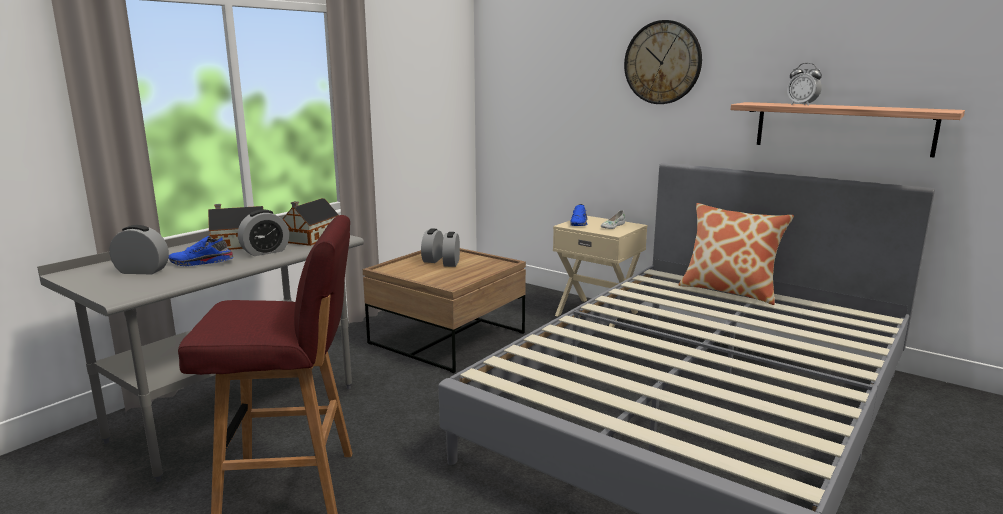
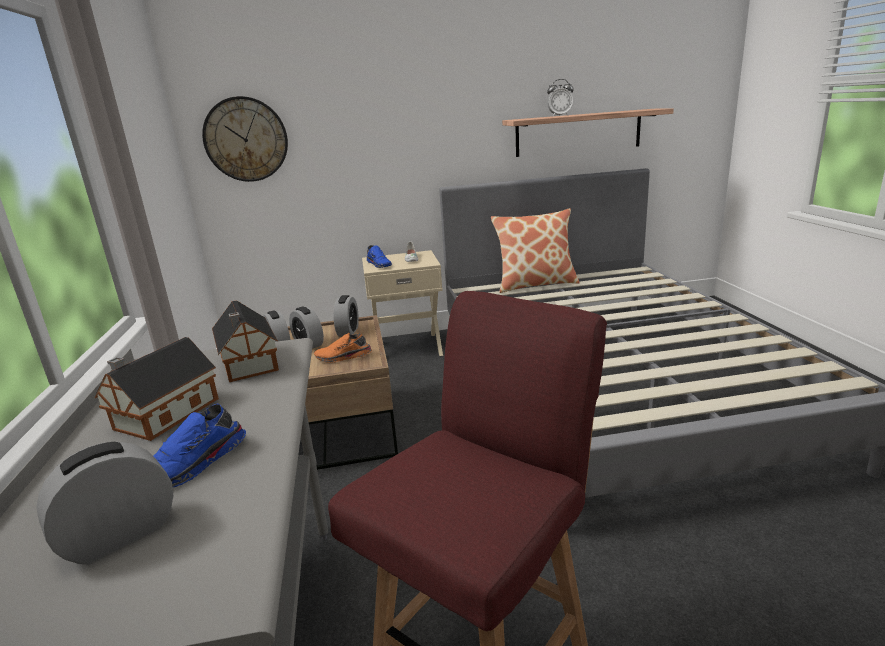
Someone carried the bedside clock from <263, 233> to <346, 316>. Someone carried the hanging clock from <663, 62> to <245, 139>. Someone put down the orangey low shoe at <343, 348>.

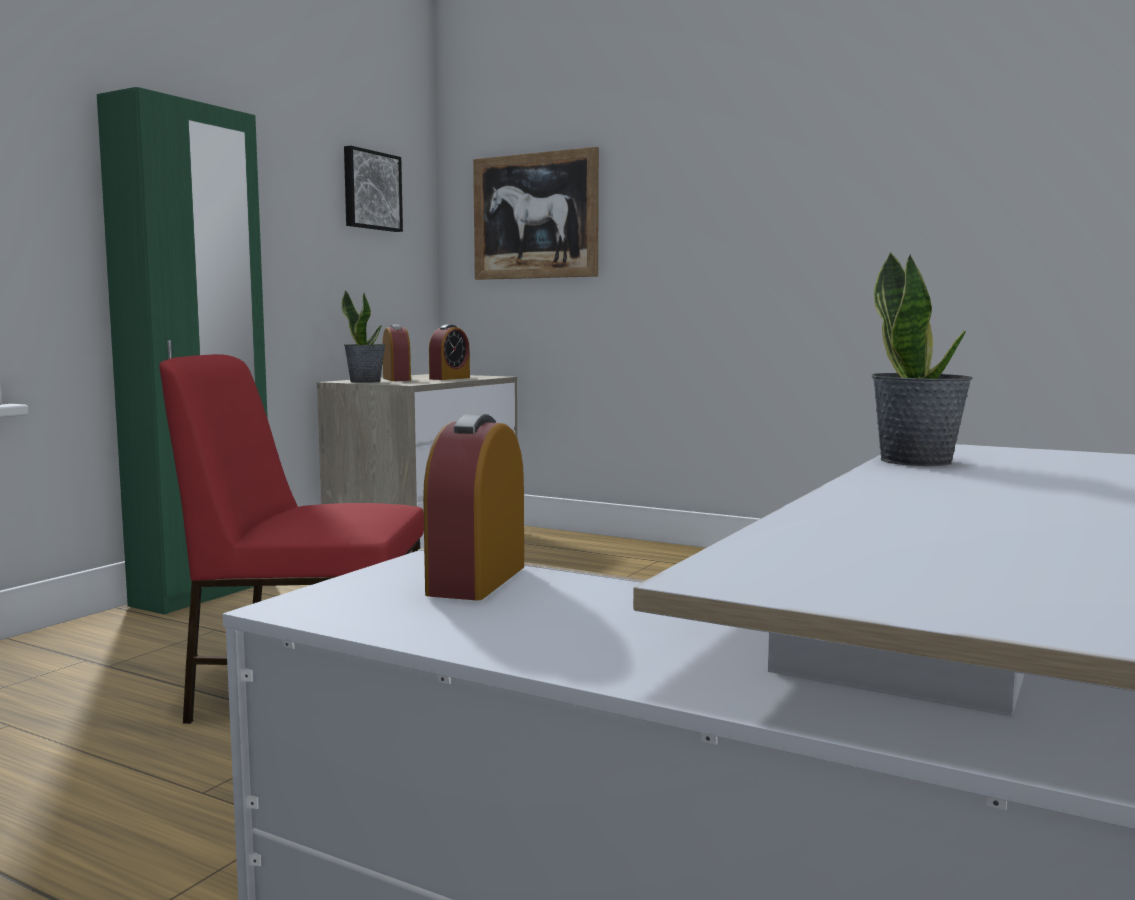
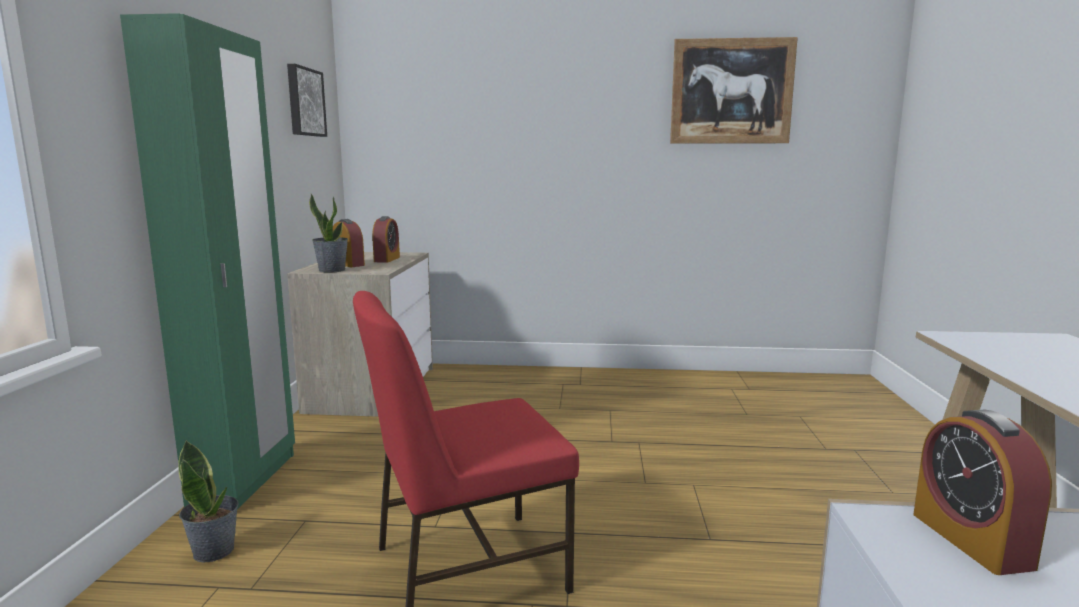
Someone carried the wall art from <536, 213> to <734, 90>. Someone carried the plant in a pot from <922, 358> to <208, 501>.

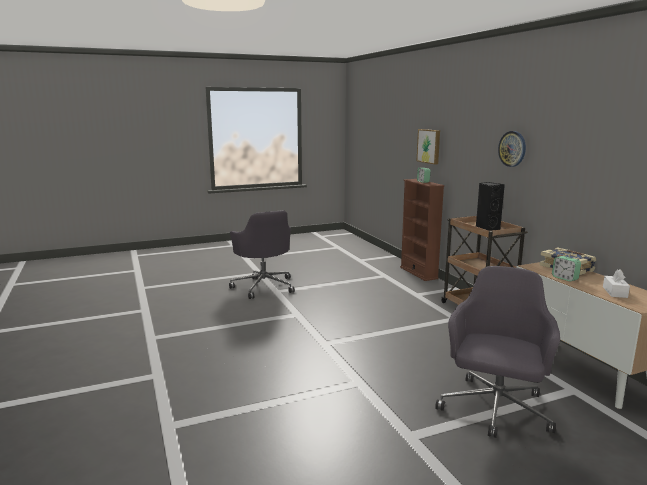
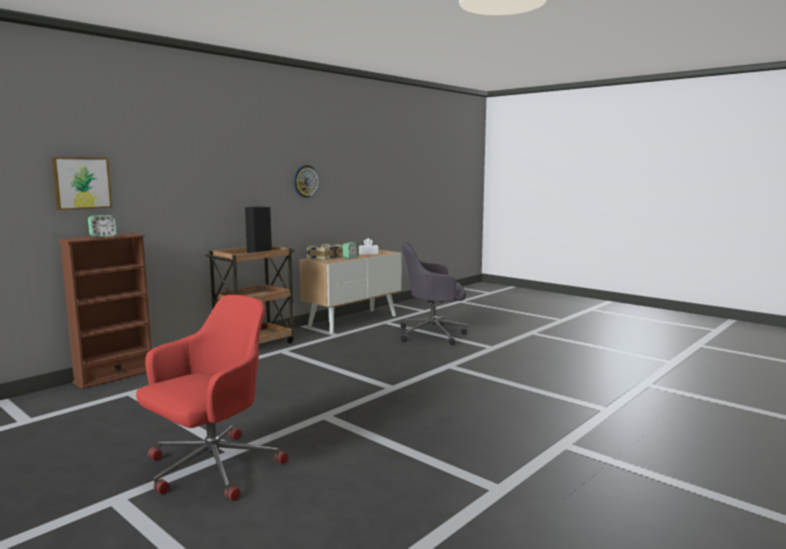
Someone repainted the greyish desk chair at <262, 254>, which became the red desk chair at <212, 398>. Someone carried the hanging clock from <512, 149> to <306, 181>.

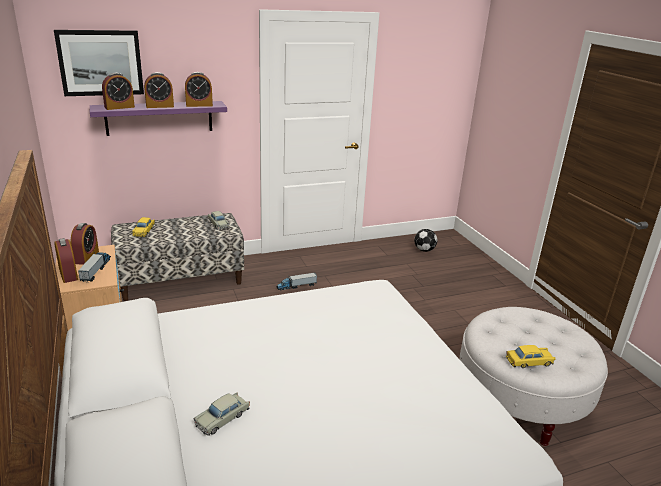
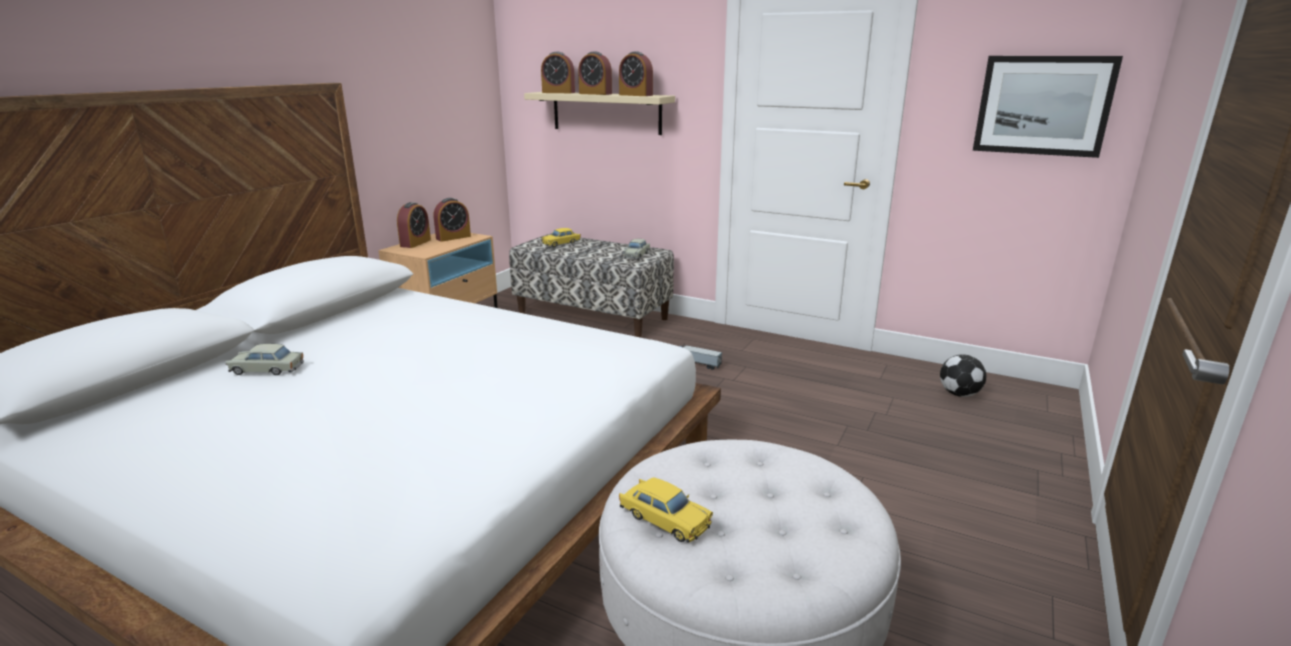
Someone carried the wall art from <99, 63> to <1048, 107>. Someone took away the toy lorry at <94, 267>. Someone repainted the purplish wall shelf at <158, 118>, which became the beige wall shelf at <599, 113>.

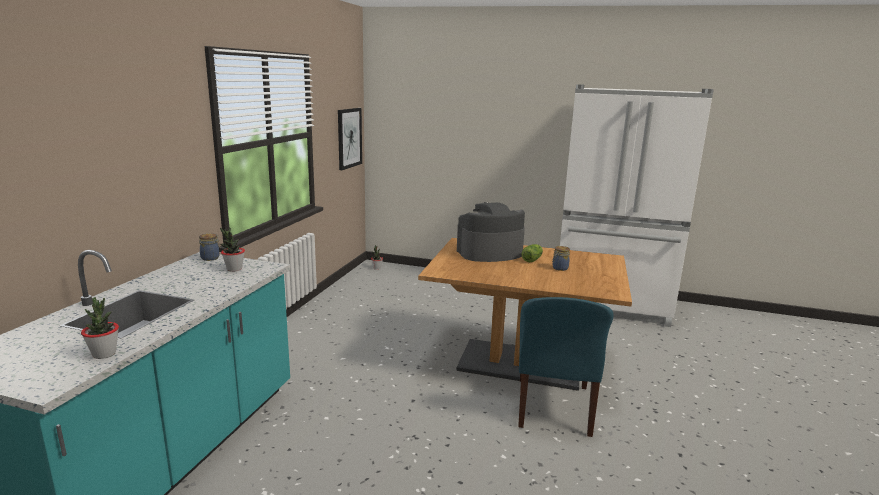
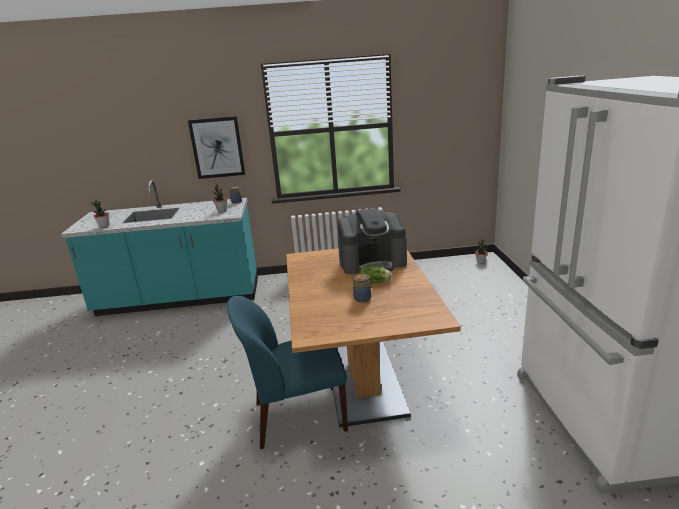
Someone carried the wall art from <350, 139> to <216, 147>. Someone rotated the coffee maker at <491, 232> by 120 degrees clockwise.

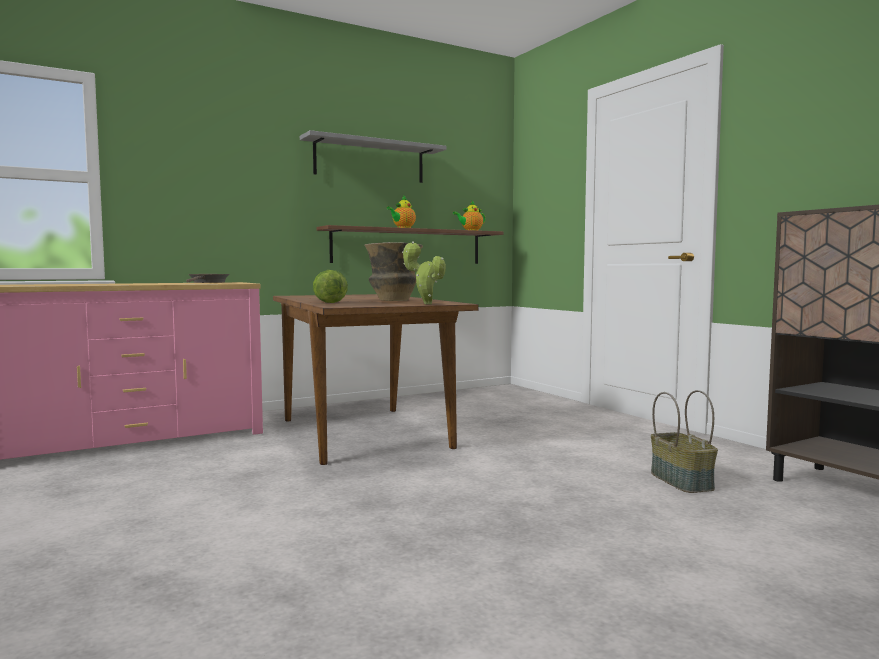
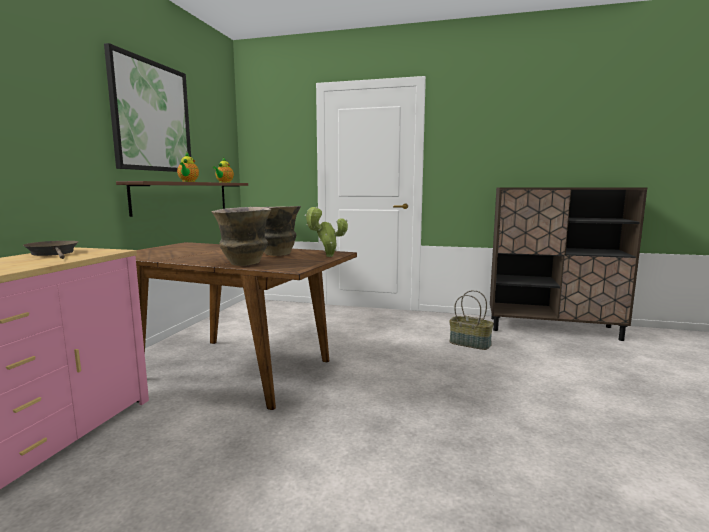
Someone swapped the greyish wall shelf at <373, 156> for the wall art at <147, 107>. Someone swapped the lettuce at <330, 286> for the vase at <241, 236>.

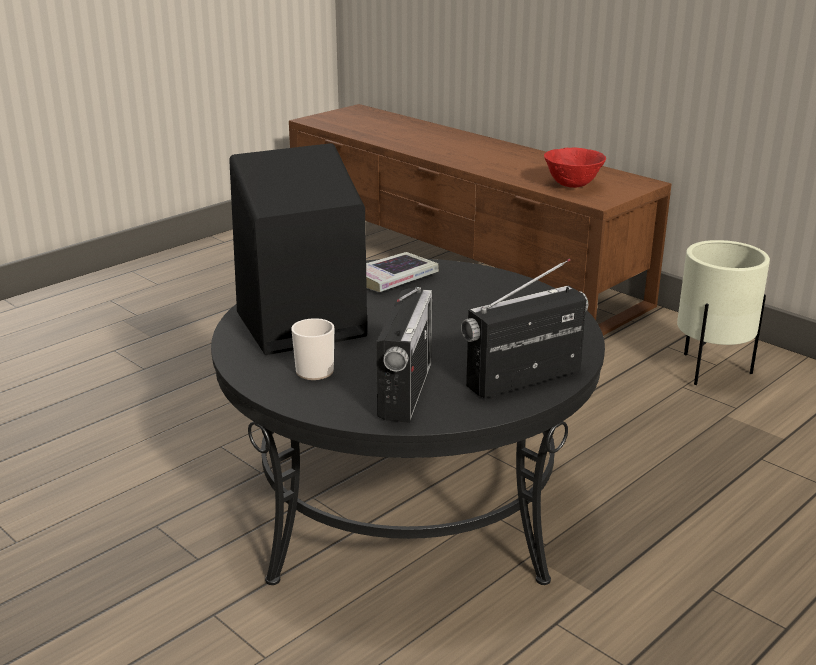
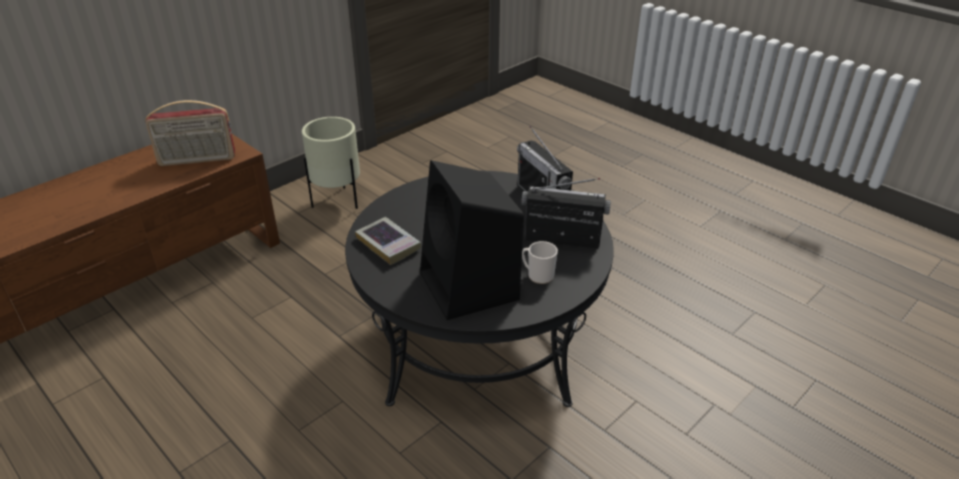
Someone swapped the red serving bowl at <575, 167> for the radio at <190, 133>.

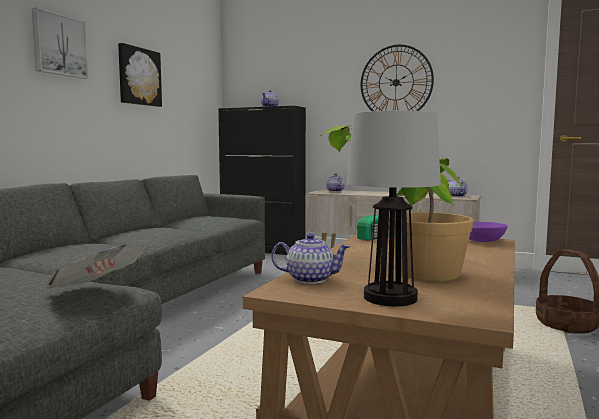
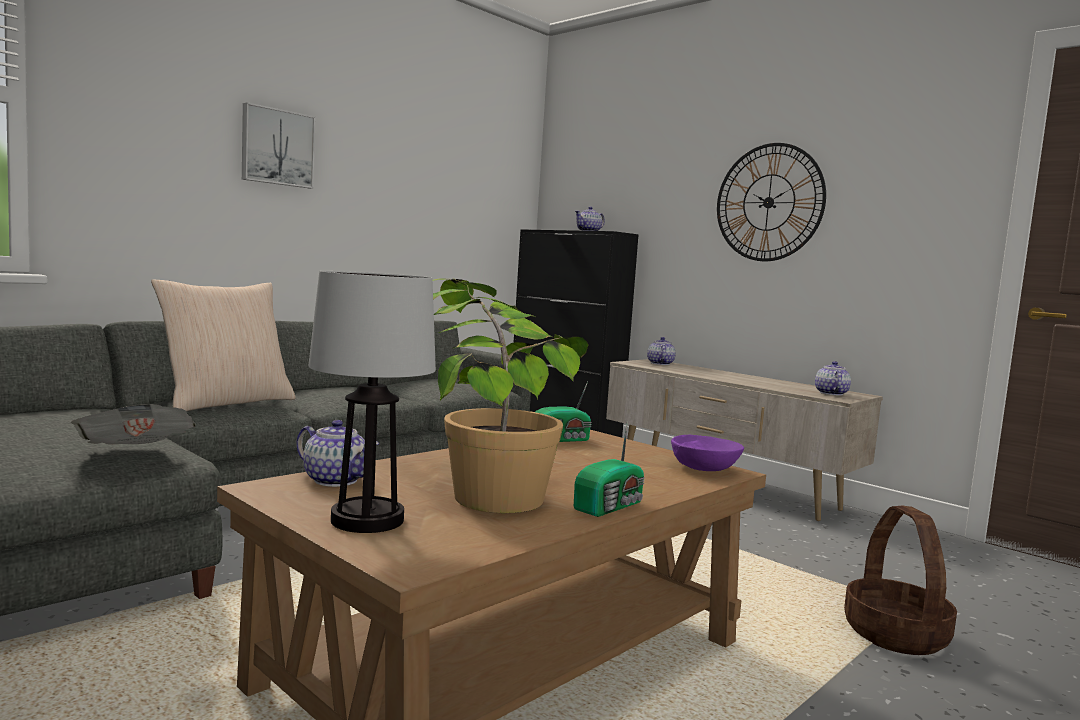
Someone took away the wall art at <140, 75>. Someone put down the beige throw pillow at <223, 345>. Someone put down the radio at <609, 469>.

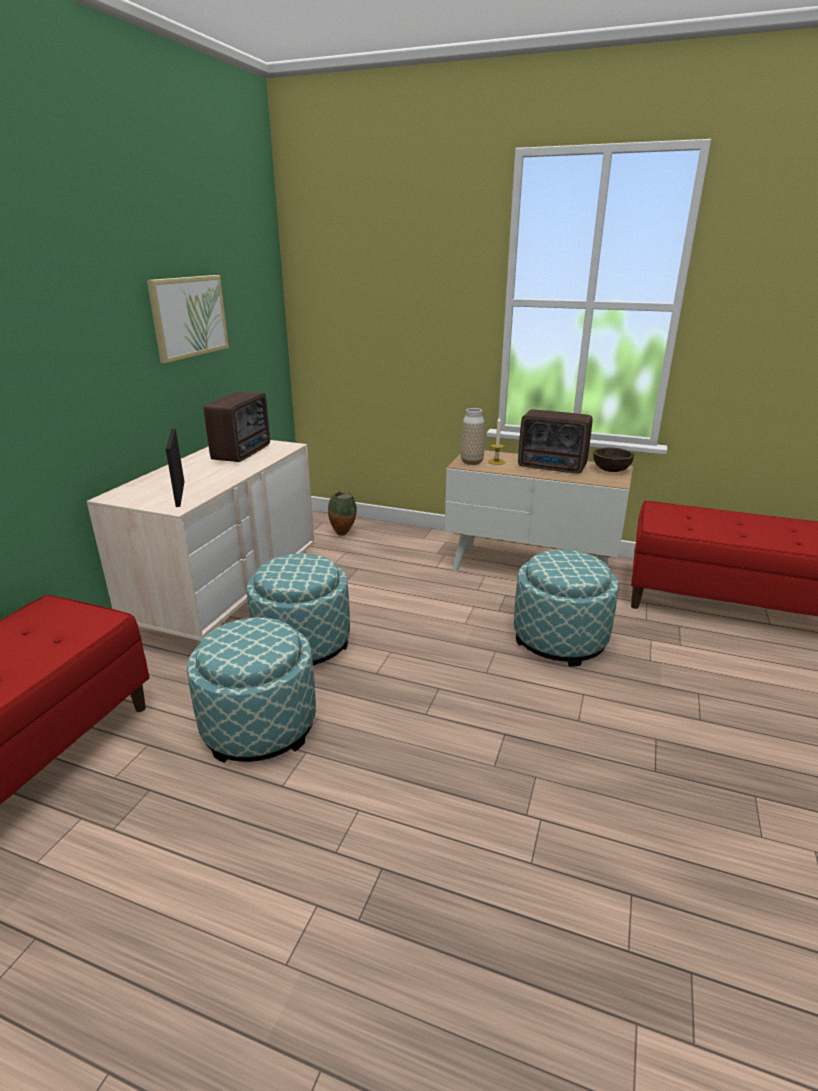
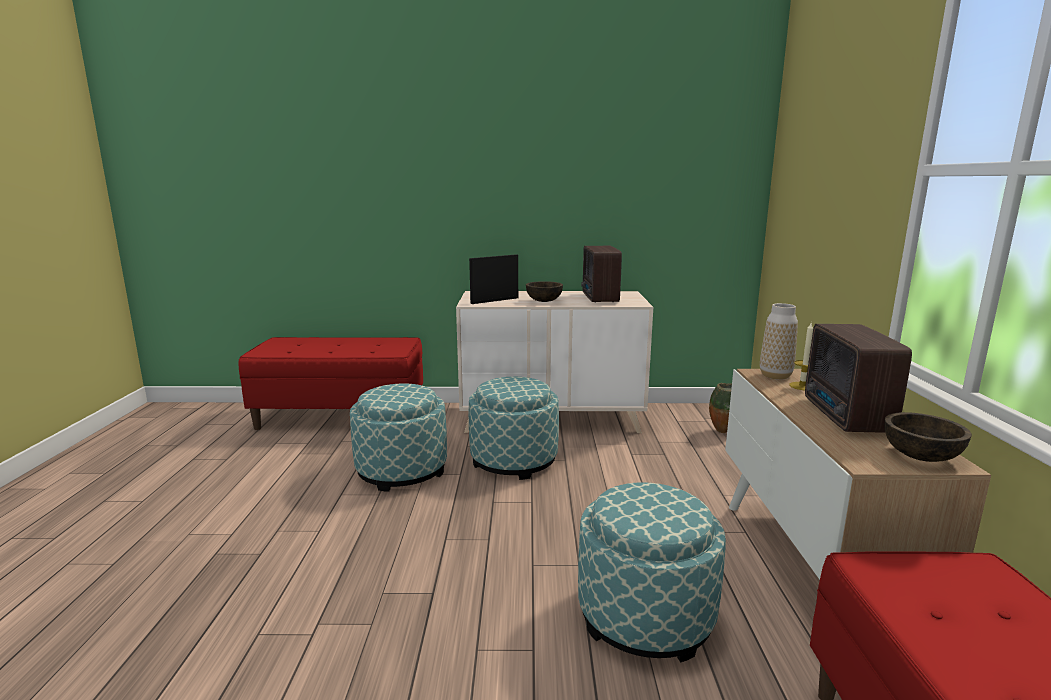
Someone took away the wall art at <188, 319>. Someone rotated the radio at <237, 426> by 90 degrees clockwise. Someone put down the brownish serving bowl at <544, 291>.

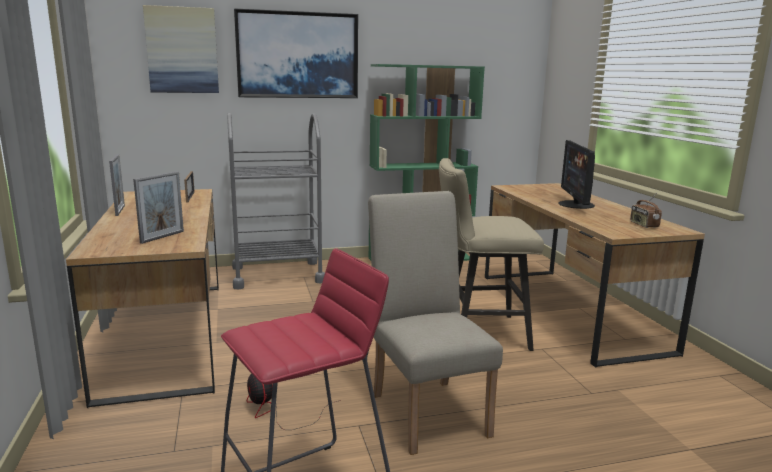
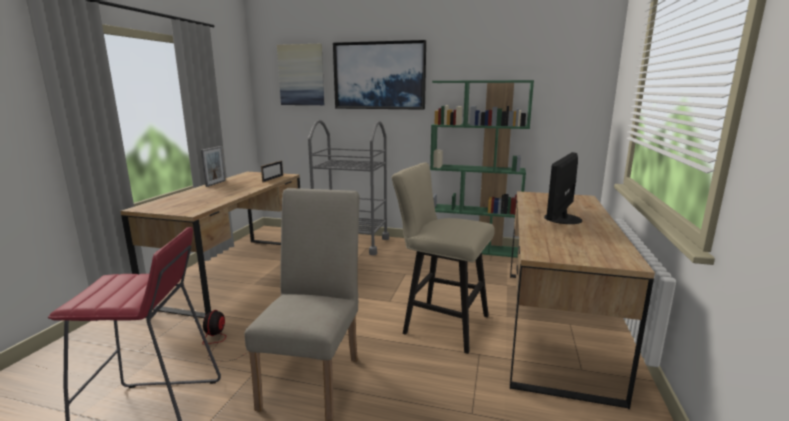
Someone took away the picture frame at <158, 208>. Someone took away the radio at <646, 210>.

